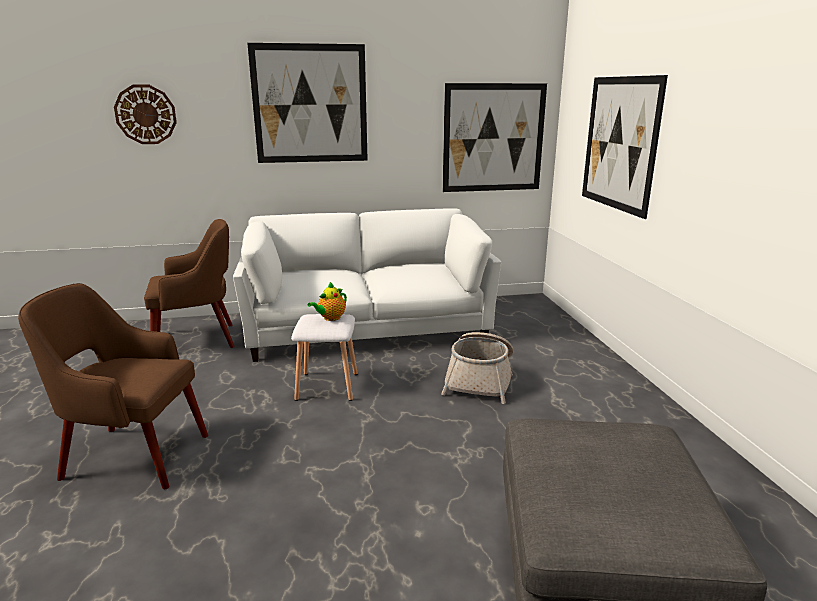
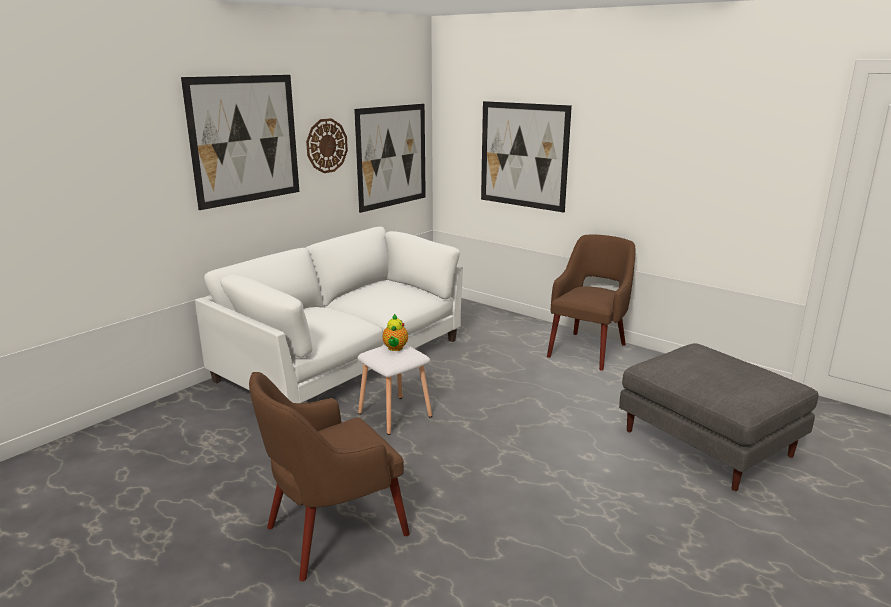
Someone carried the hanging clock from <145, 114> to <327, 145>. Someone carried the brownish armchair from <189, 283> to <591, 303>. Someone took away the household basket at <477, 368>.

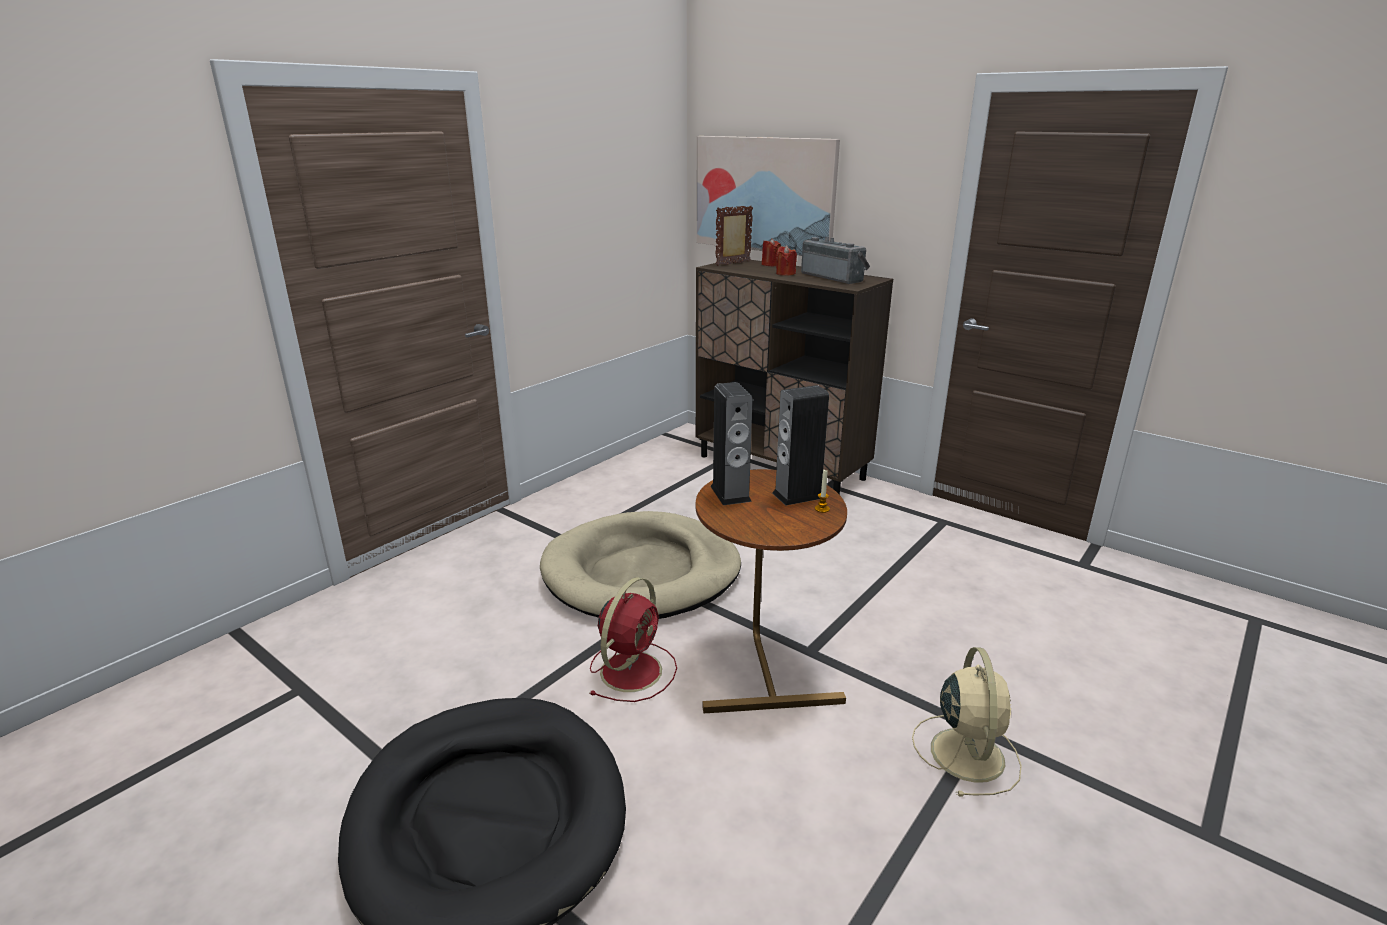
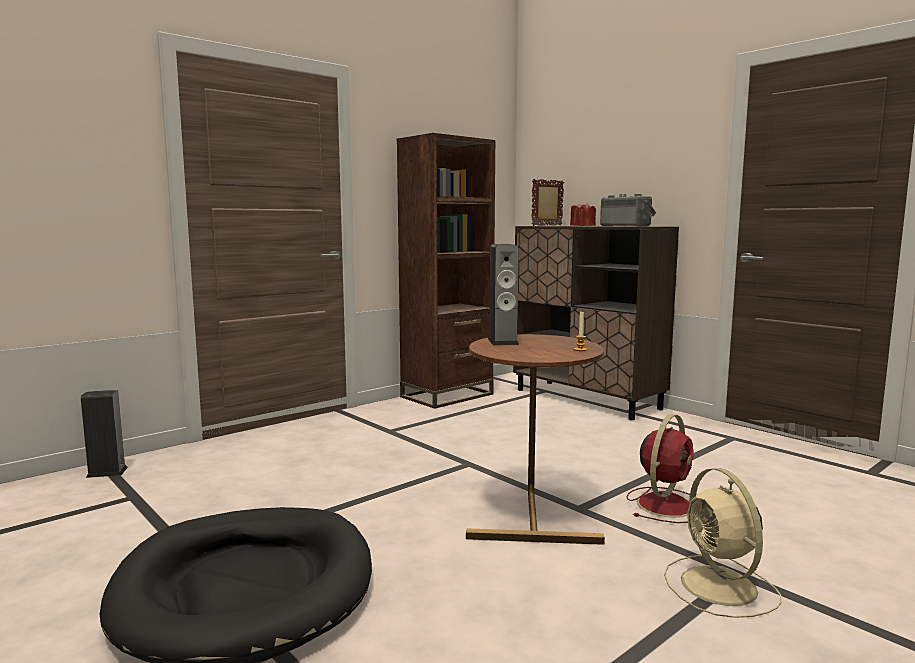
Someone took away the beige pet bed at <640, 565>. Someone carried the red cooling fan from <633, 639> to <660, 468>. Someone took away the wall art at <768, 196>. Someone carried the loudspeaker from <800, 445> to <104, 434>. Someone rotated the beige cooling fan at <967, 722> by 150 degrees clockwise. Someone put down the brownish bookcase at <446, 271>.

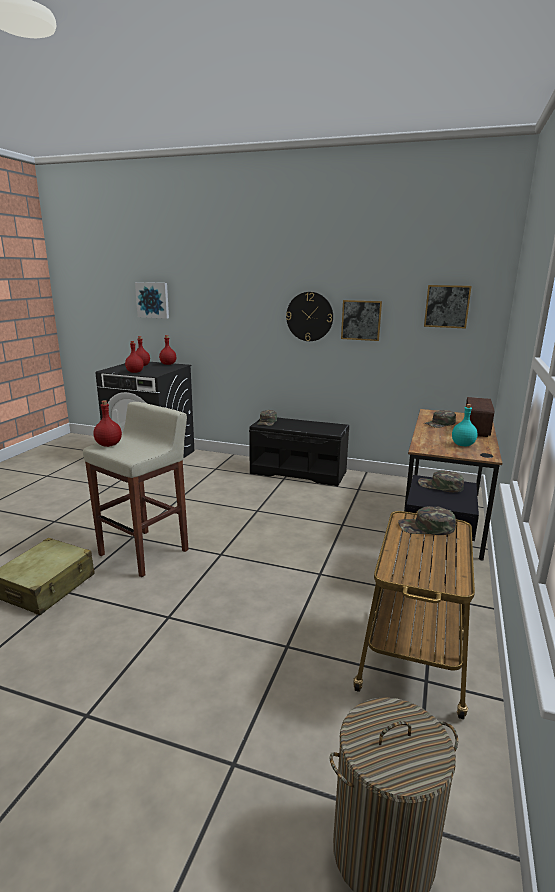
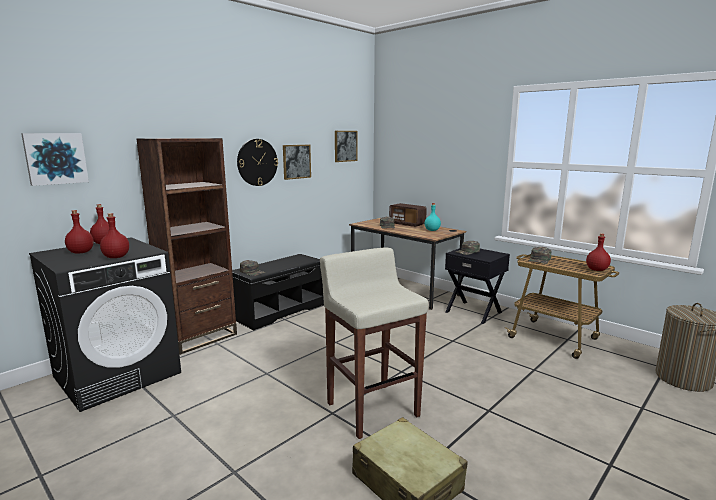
Someone carried the red beverage bottle from <107, 423> to <598, 252>. Someone put down the brownish bookcase at <186, 246>.

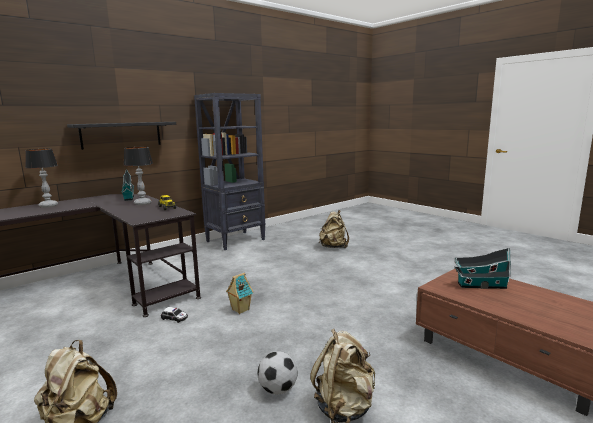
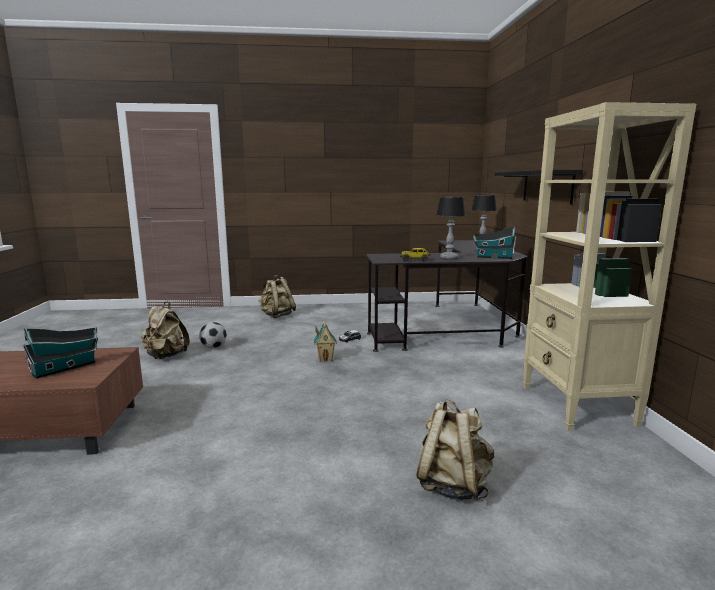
Someone repainted the black bookcase at <230, 171>, which became the beige bookcase at <609, 266>.

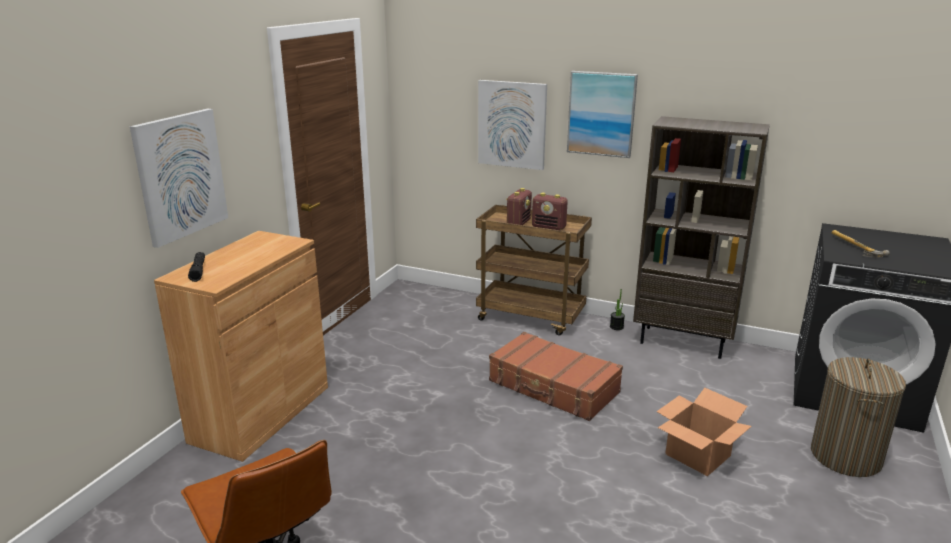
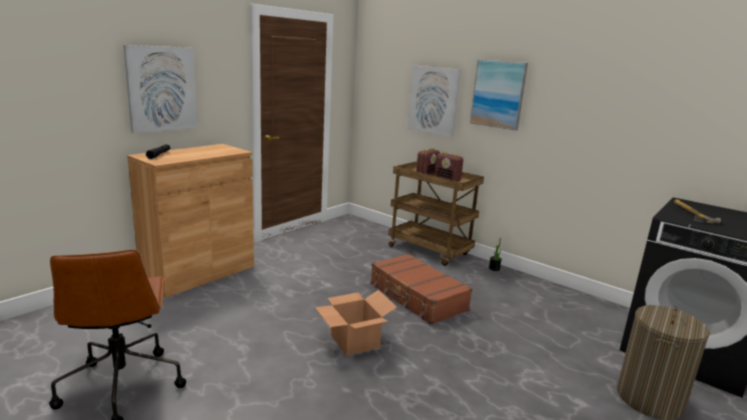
Someone took away the brownish bookcase at <701, 237>. Someone carried the cardboard box from <704, 432> to <356, 323>.

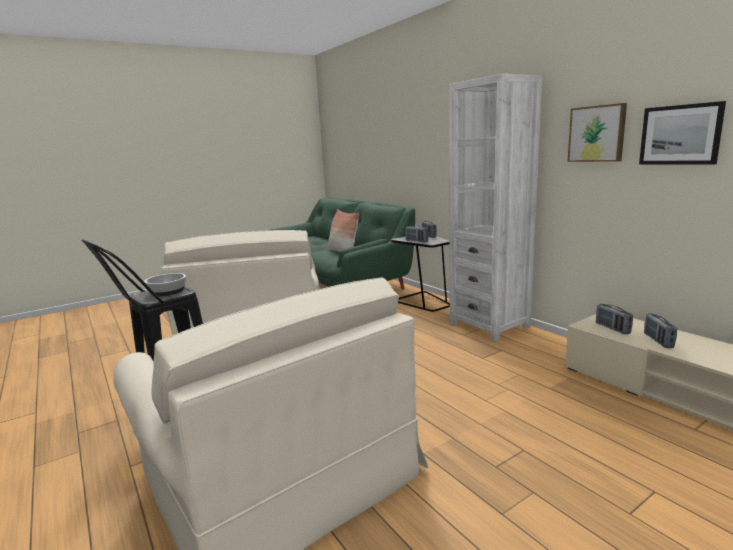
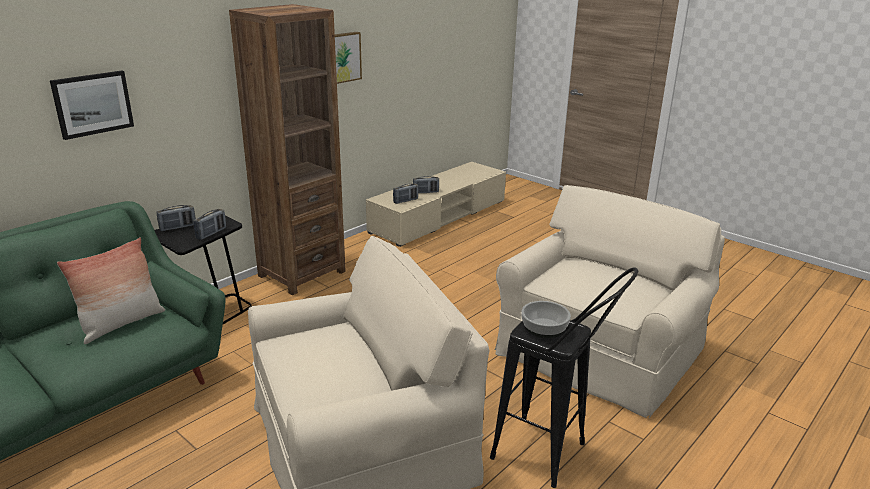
Someone repainted the white bookcase at <496, 207>, which became the brownish bookcase at <287, 149>. Someone carried the wall art from <682, 132> to <92, 105>.

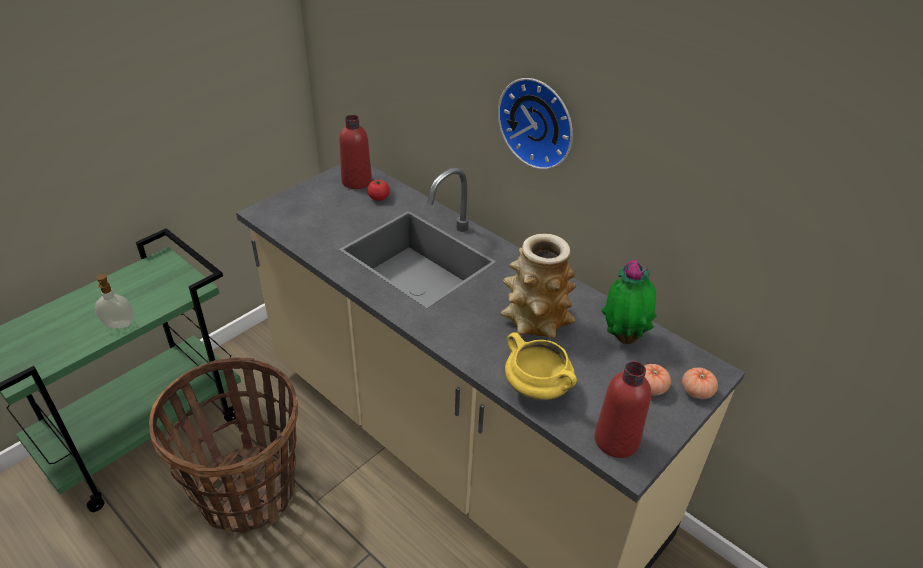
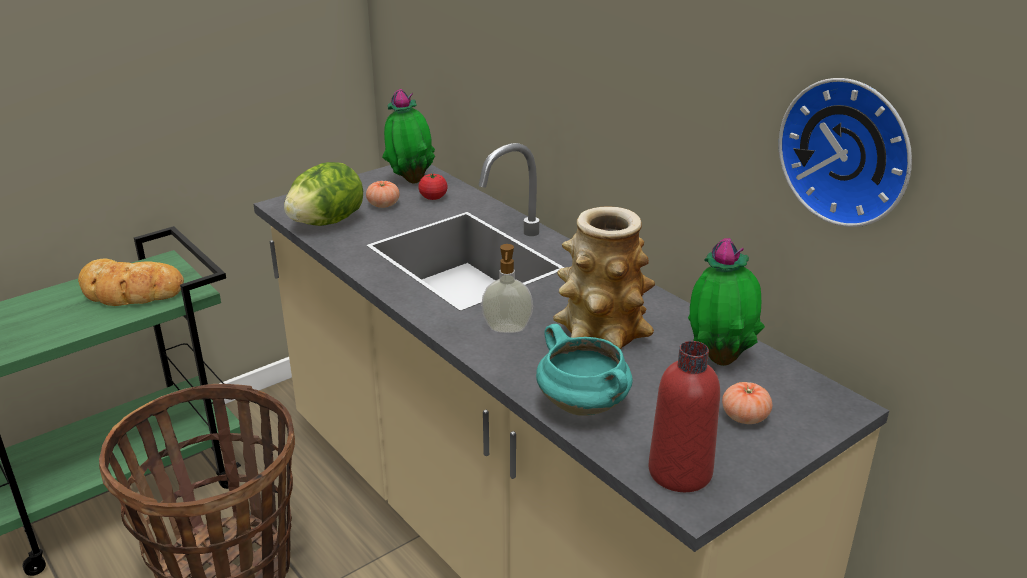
Someone carried the soap bottle from <114, 301> to <507, 288>. Someone swapped the red beverage bottle at <355, 152> for the plant in a pot at <408, 136>. Someone carried the hanging clock from <535, 124> to <845, 152>. Someone repainted the yellow stockpot at <541, 366>, which became the turquoise-coloured stockpot at <584, 370>. Someone carried the fresh tomato from <700, 383> to <383, 194>. Someone put down the baked bread at <131, 282>. Someone put down the lettuce at <323, 194>.

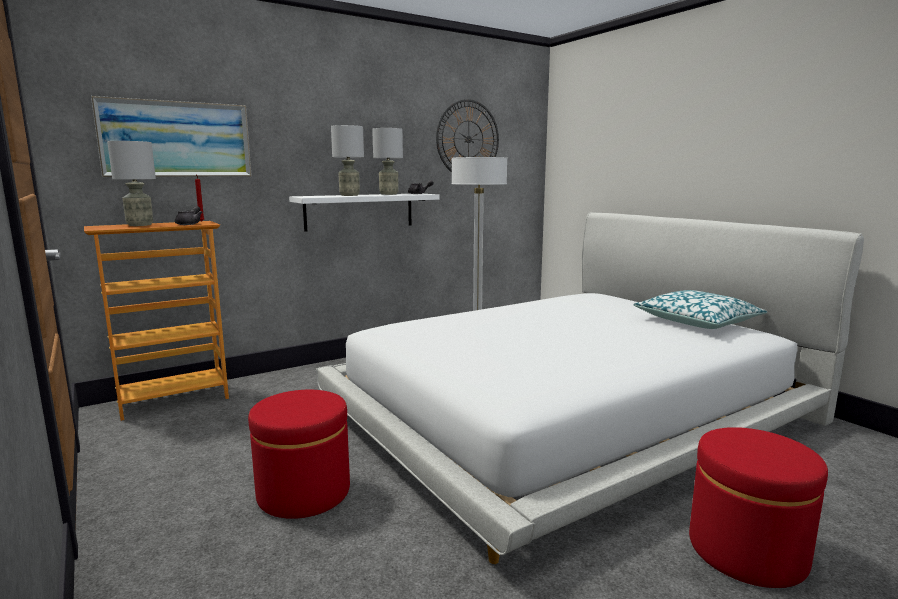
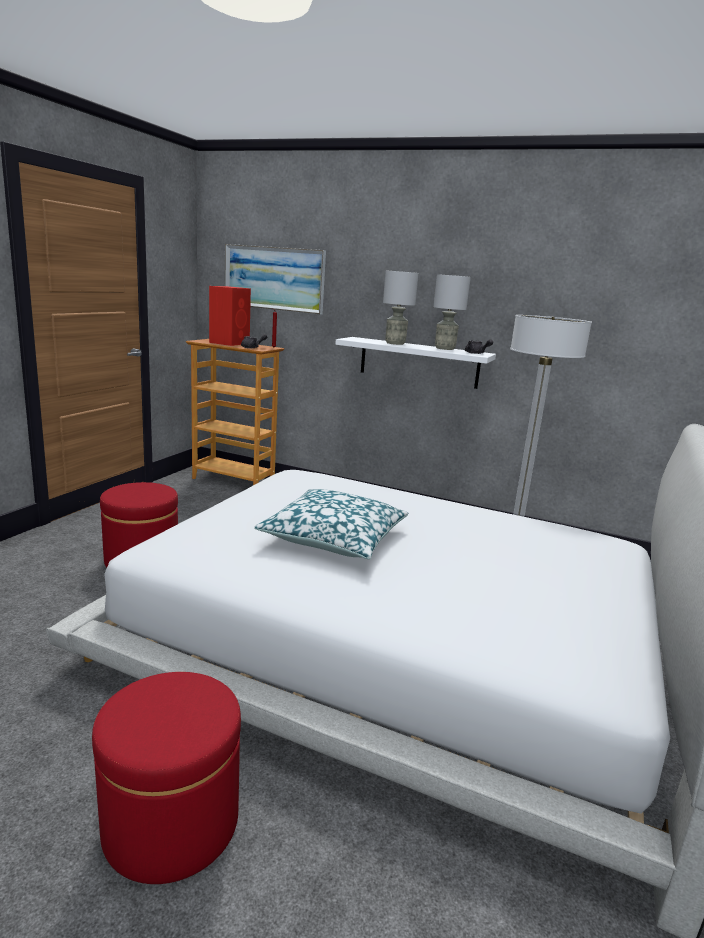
Someone swapped the greyish table lamp at <131, 183> for the red loudspeaker at <230, 316>. Someone took away the hanging clock at <467, 135>. Someone carried the throw pillow from <700, 309> to <331, 524>.

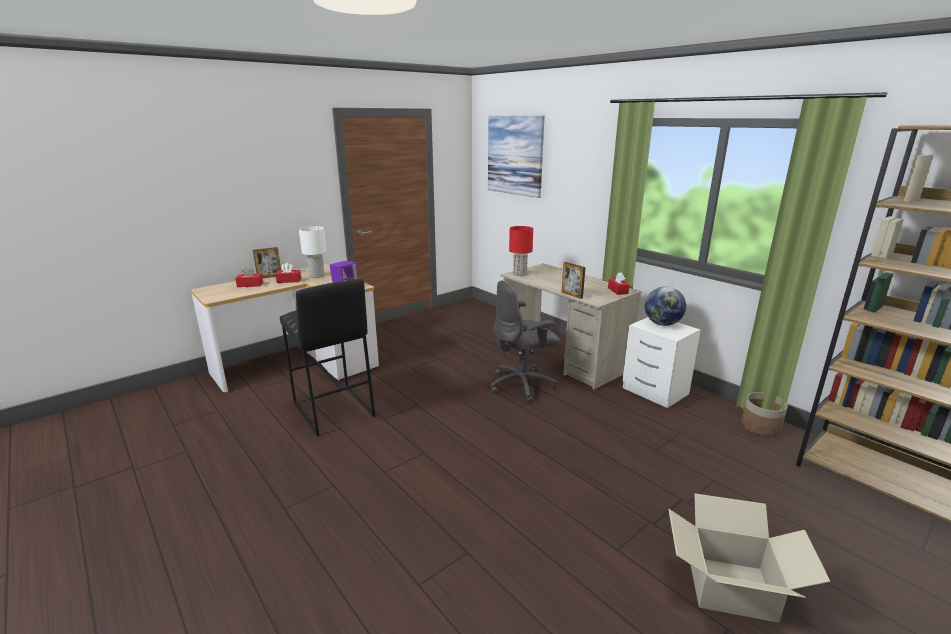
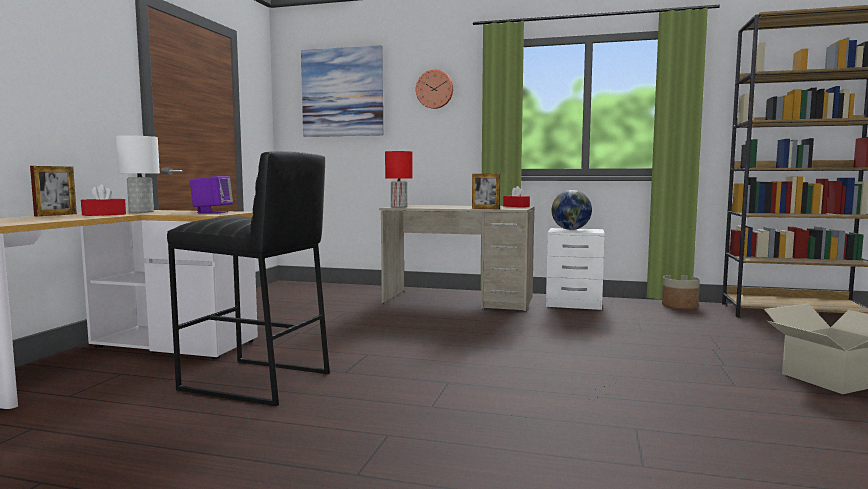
Someone took away the red tissue box at <249, 277>. Someone took away the greyish desk chair at <525, 341>. Someone put up the hanging clock at <434, 89>.

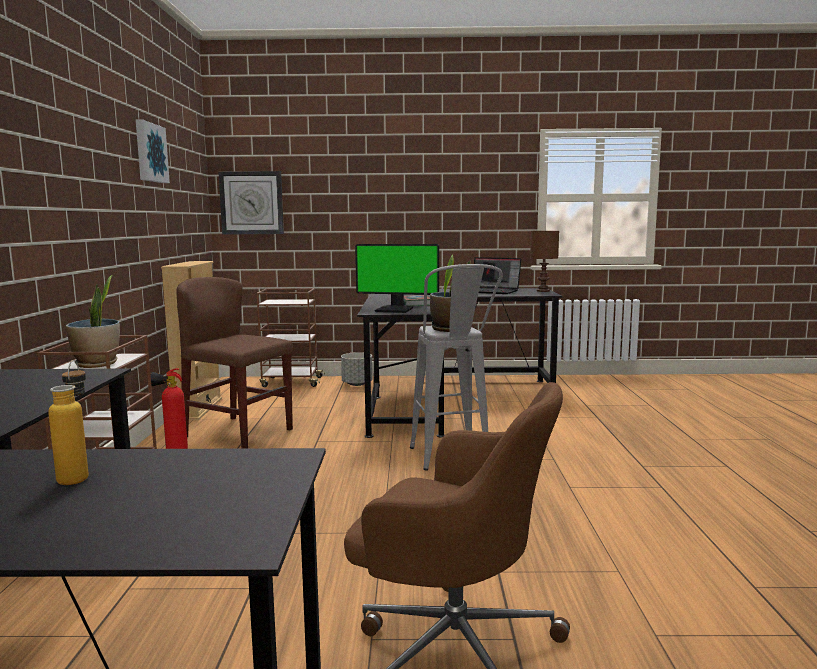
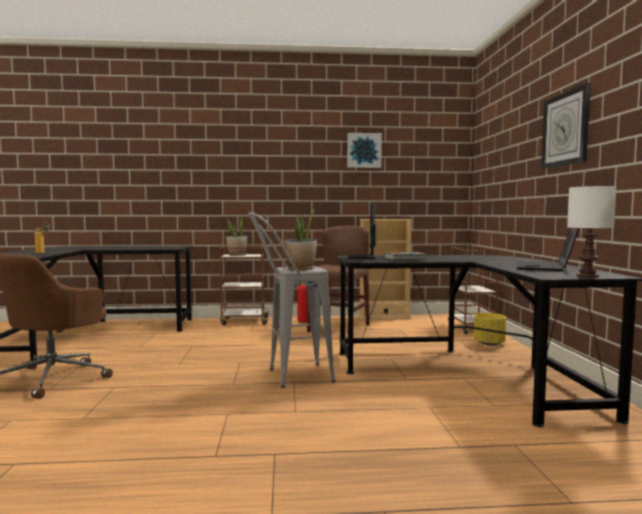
Someone carried the hanging clock from <251, 203> to <566, 126>. Someone repainted the greyish plant pot at <357, 369>, which became the yellow plant pot at <490, 329>. Someone repainted the brownish table lamp at <544, 261>, which became the white table lamp at <591, 232>.

